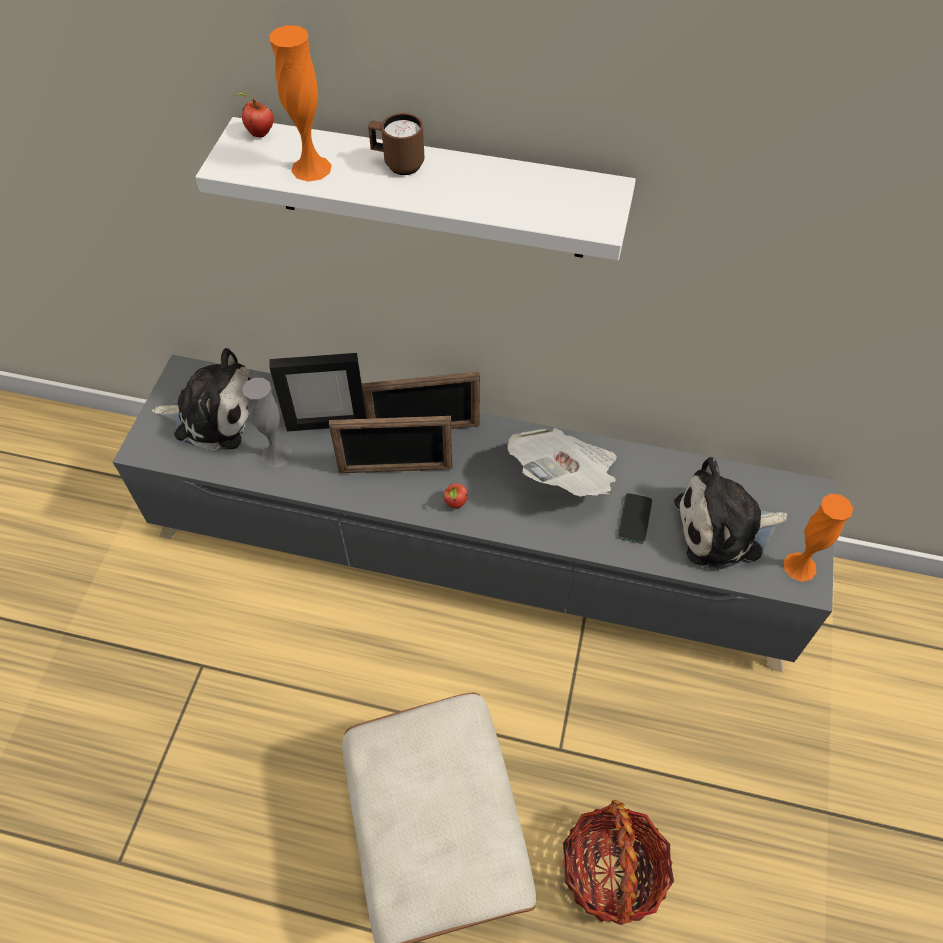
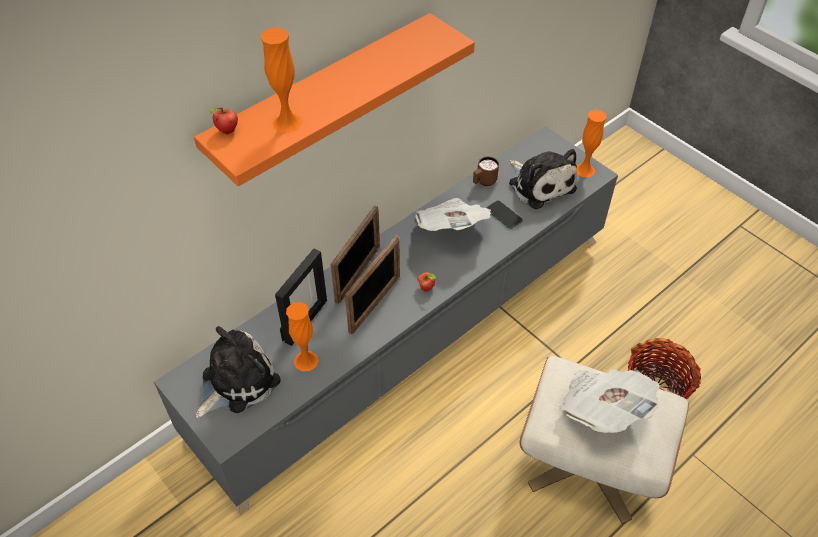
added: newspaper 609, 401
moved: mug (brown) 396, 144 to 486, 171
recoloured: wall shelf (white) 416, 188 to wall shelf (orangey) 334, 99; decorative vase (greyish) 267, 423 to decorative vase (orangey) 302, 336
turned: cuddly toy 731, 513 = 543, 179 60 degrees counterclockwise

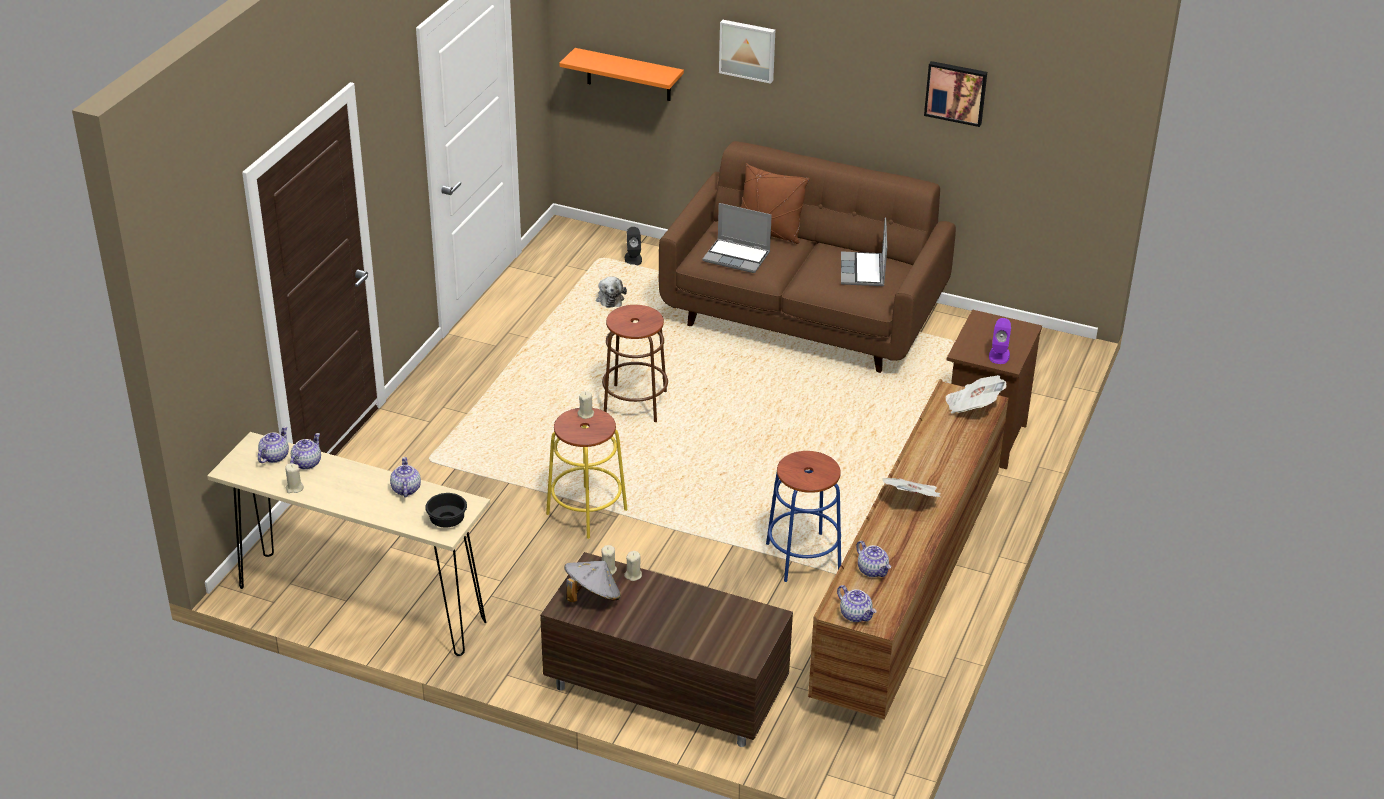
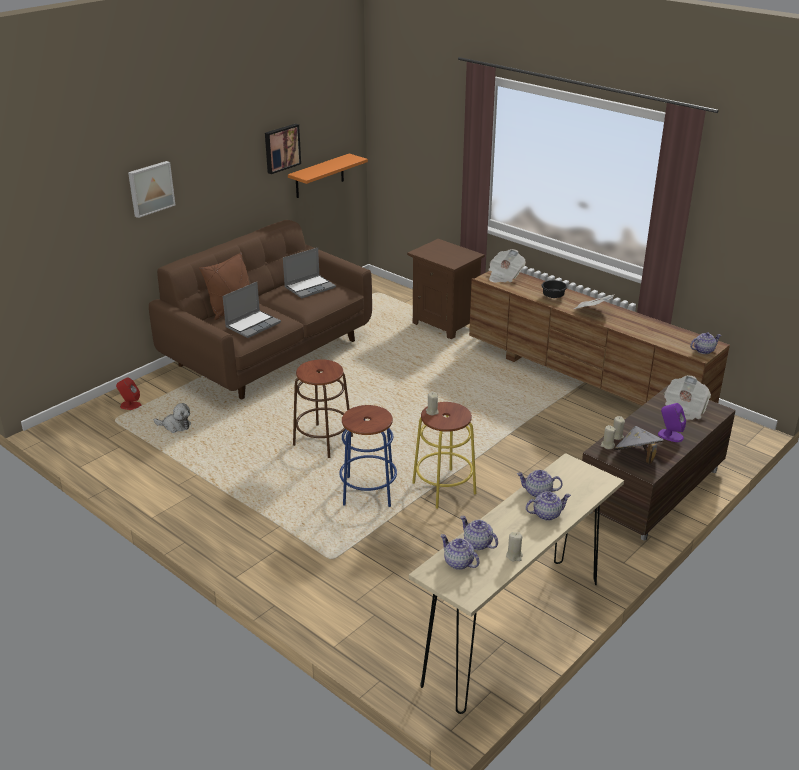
added: newspaper 687, 397
moved: wall shelf (orangey) 621, 74 to 328, 175; audio speaker (purplish) 1000, 341 to 672, 422; sitting stool (blue-coloured) 803, 516 to 368, 456; serving bowl (black) 446, 510 to 554, 289; tea pot 873, 559 to 548, 506
recoloured: audio speaker (black) 633, 246 to audio speaker (reddish) 128, 393
turned: portable computer 864, 252 = 309, 273 60 degrees counterclockwise

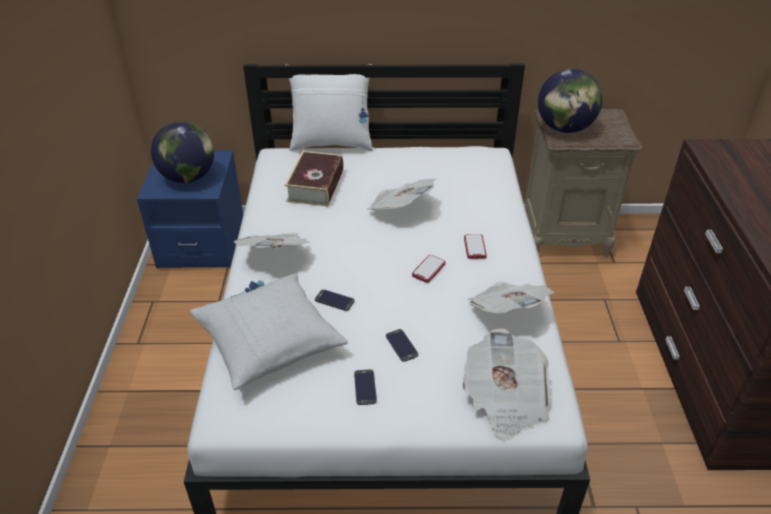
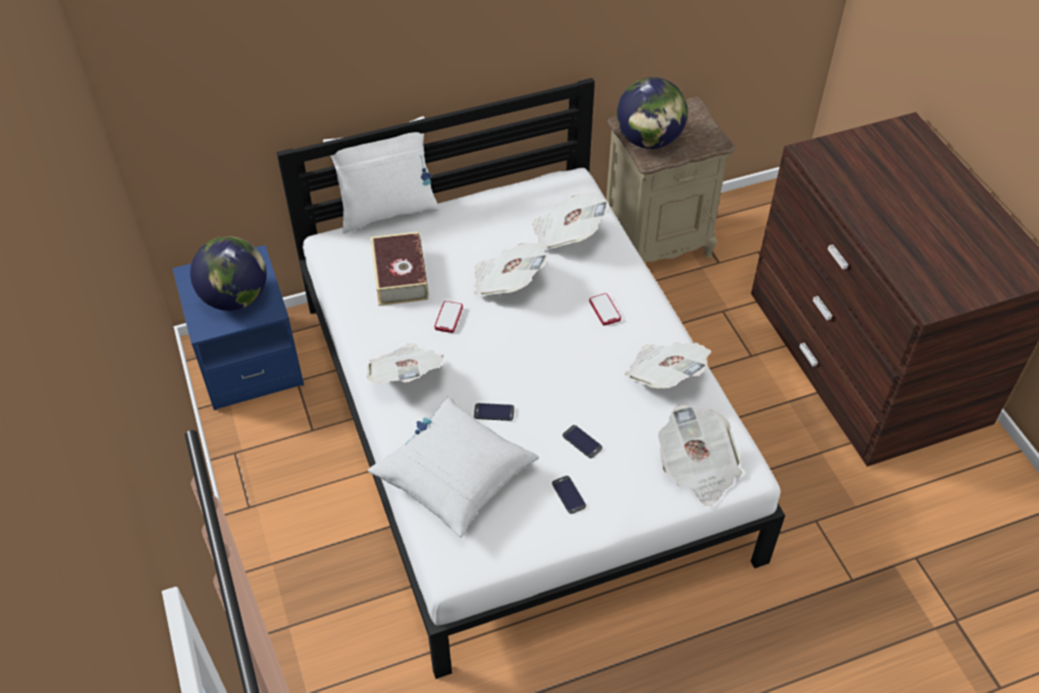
added: newspaper 570, 220
moved: phone 429, 269 to 448, 317

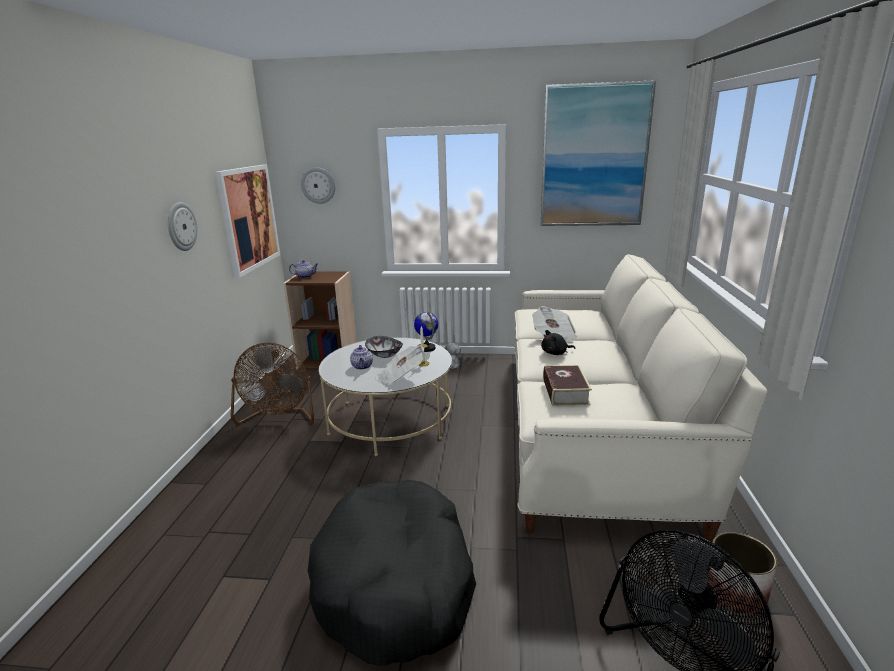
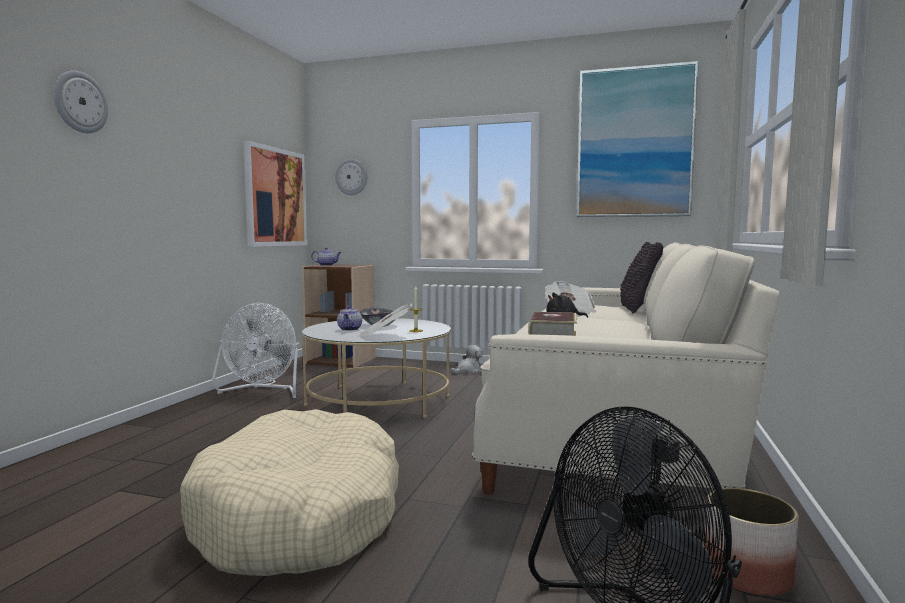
removed: world globe 426, 332
added: pillow (black) 641, 277
moved: hanging clock 183, 226 to 80, 101
recoloured: fan (brown) 272, 384 to fan (white) 256, 350; pet bed (black) 392, 573 to pet bed (beige-coloured) 289, 492

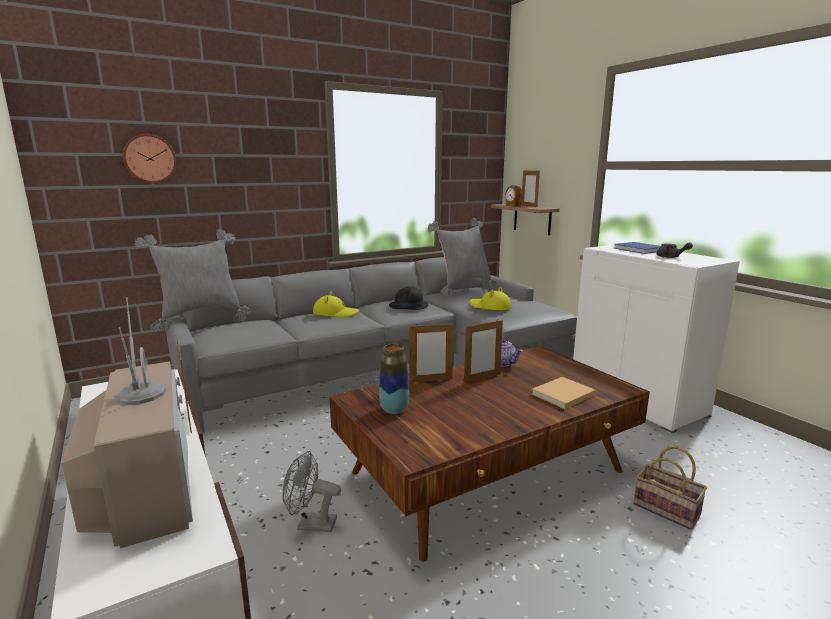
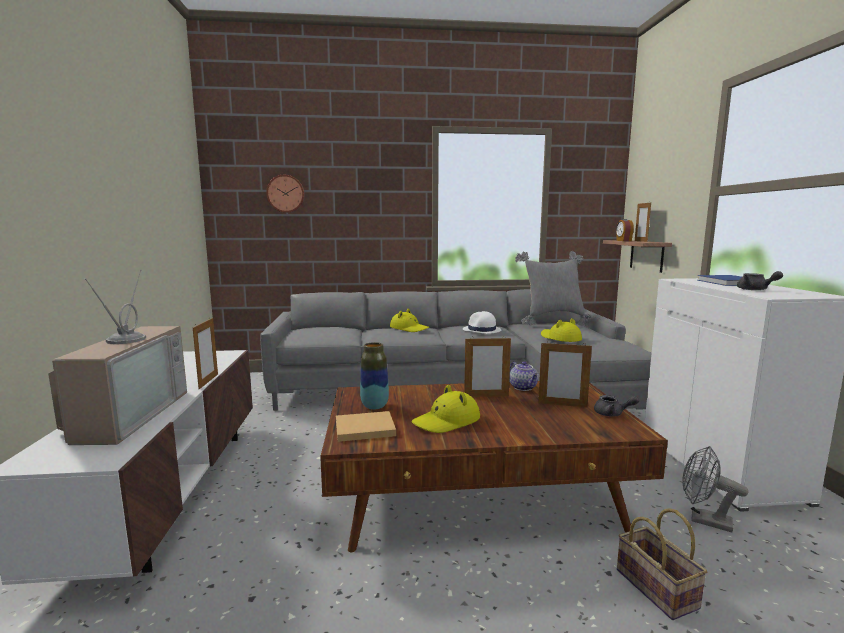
removed: pillow (greyish) 192, 280
added: hat (yellowish) 446, 409; tea pot (greyish) 616, 406
moved: photo frame 431, 353 to 565, 374; bound book (beige-coloured) 564, 393 to 366, 426; fan (greyish) 311, 491 to 715, 489
recoloured: hat (black) 409, 298 to hat (white) 482, 322

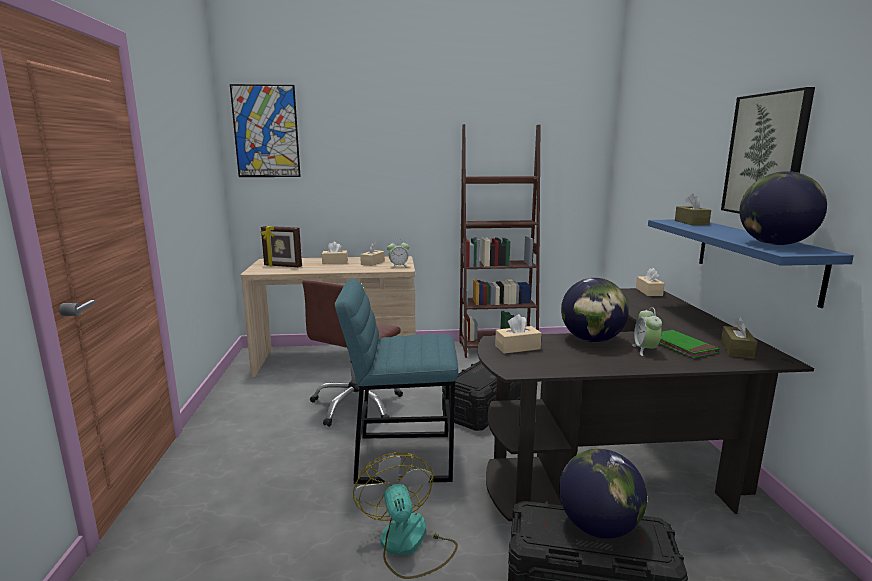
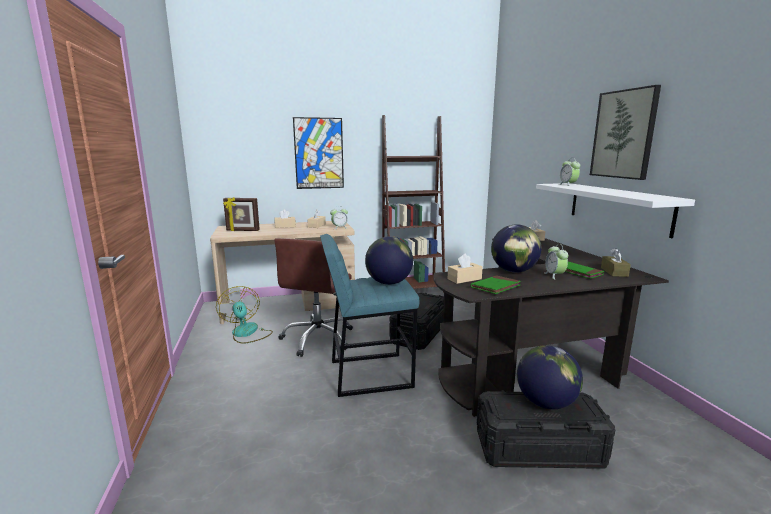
added: bound book (greenish) 496, 284
moved: wall picture 265, 130 to 318, 153; world globe 783, 208 to 389, 261; fan 405, 515 to 244, 315
replaced: tissue box (brown) 693, 209 to bedside clock 569, 172
recoloured: wall shelf (blue-coloured) 751, 264 to wall shelf (white) 615, 210

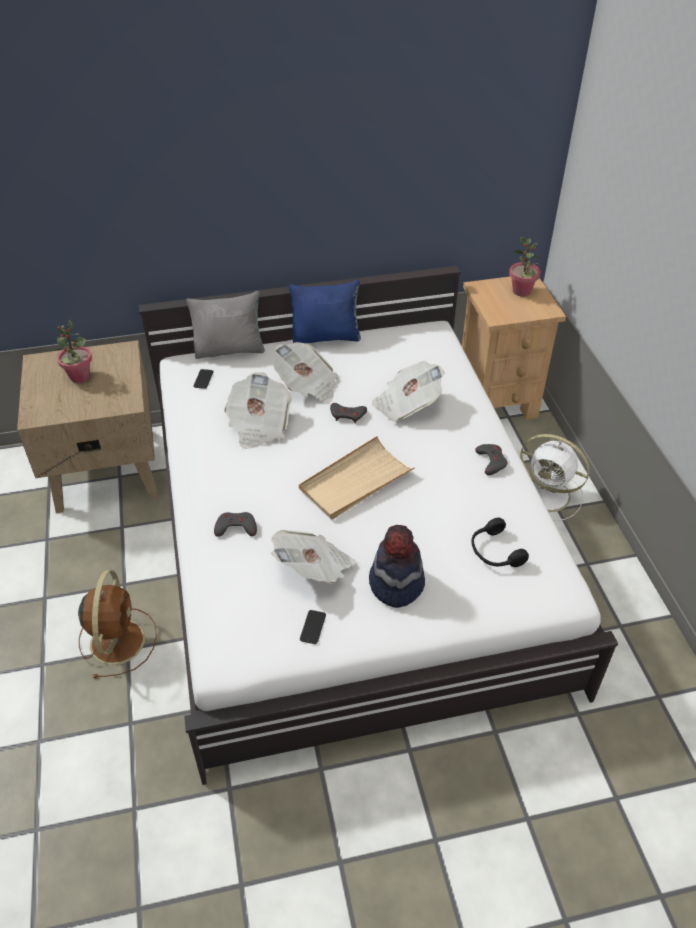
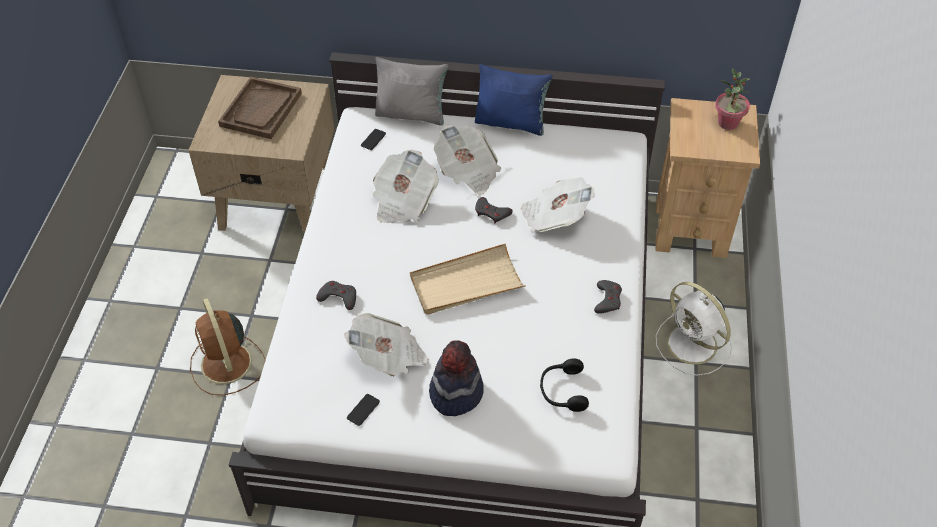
replaced: plant in a pot 73, 351 to serving tray (brown) 260, 108
turned: fan (brown) 117, 624 = 227, 346 135 degrees clockwise

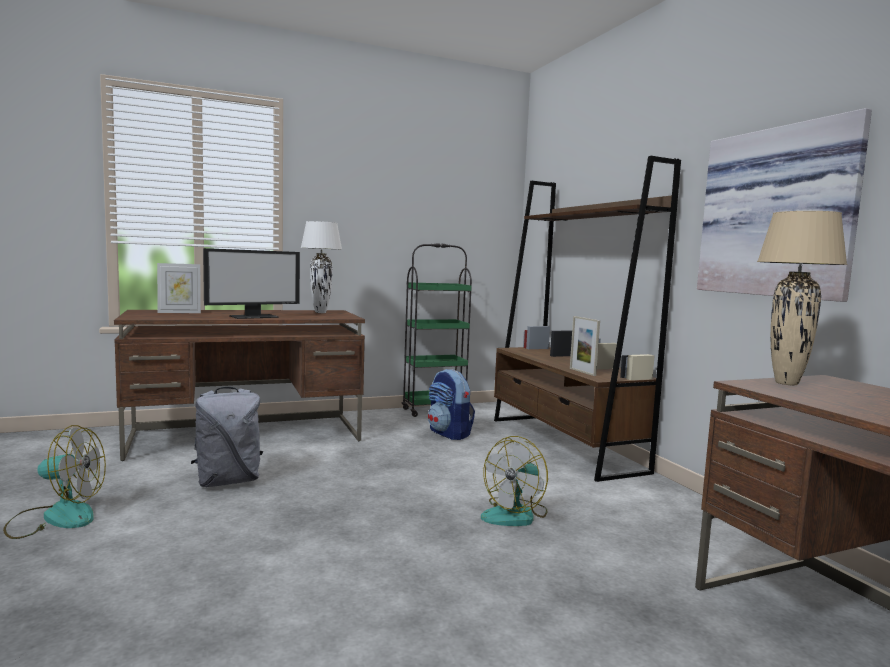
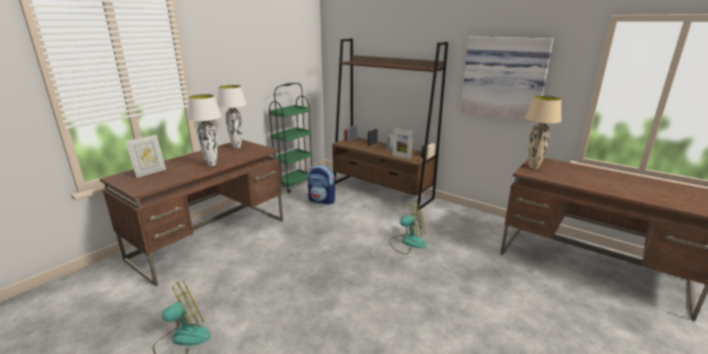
removed: knapsack (greyish) 227, 437
replaced: computer screen 251, 283 to tabletop lamp (white) 204, 130
turned: fan 514, 481 = 408, 227 105 degrees counterclockwise

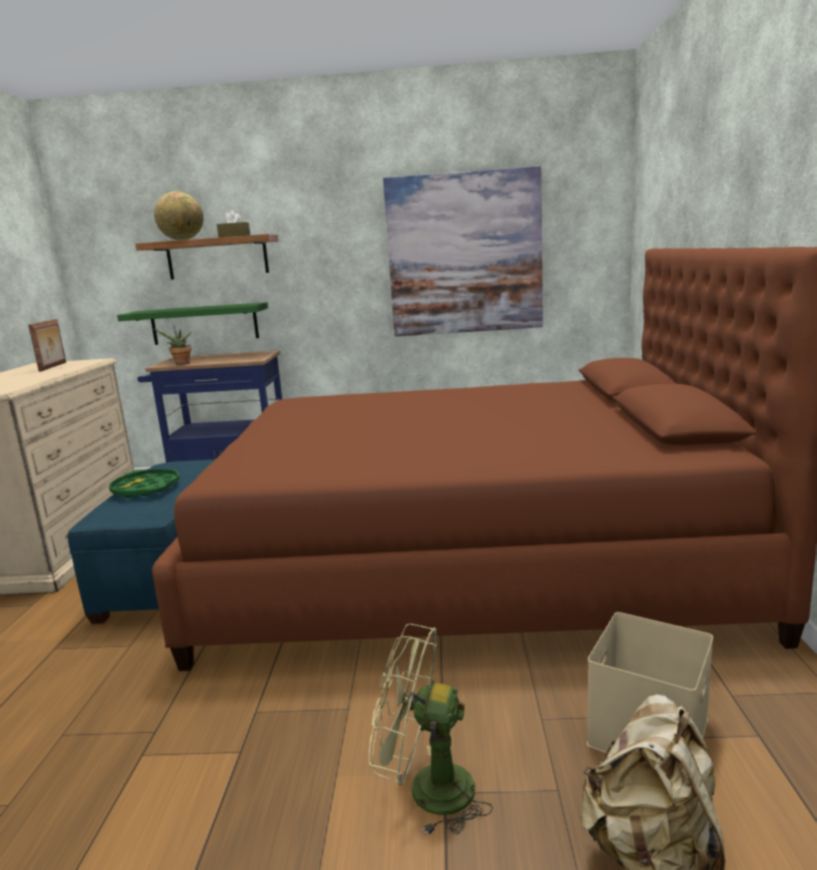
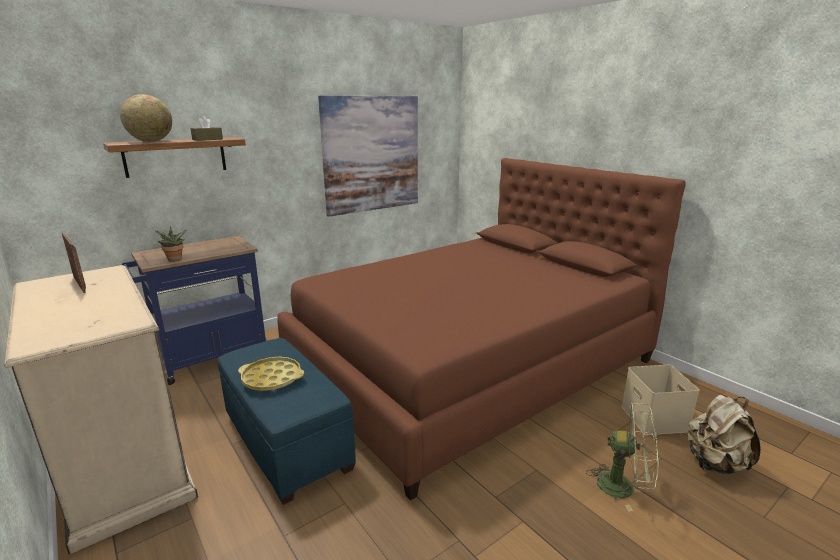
removed: wall shelf (greenish) 192, 323
recoloured: serving tray (greenish) 144, 483 to serving tray (yellowish) 271, 374
turned: fan (greenish) 431, 729 = 622, 457 135 degrees counterclockwise

